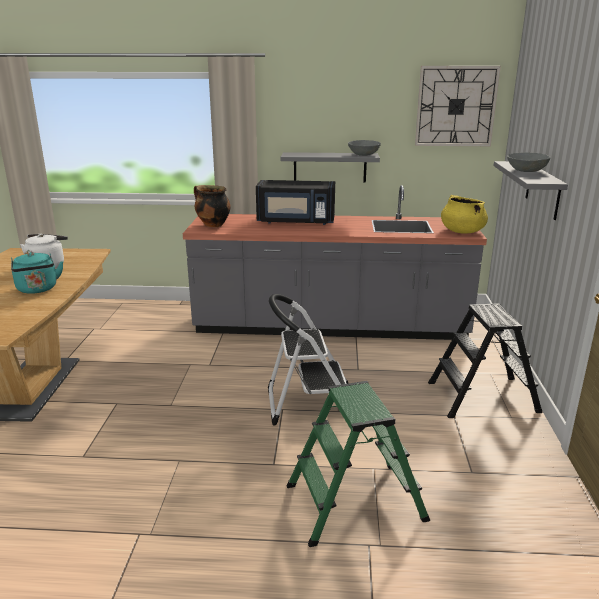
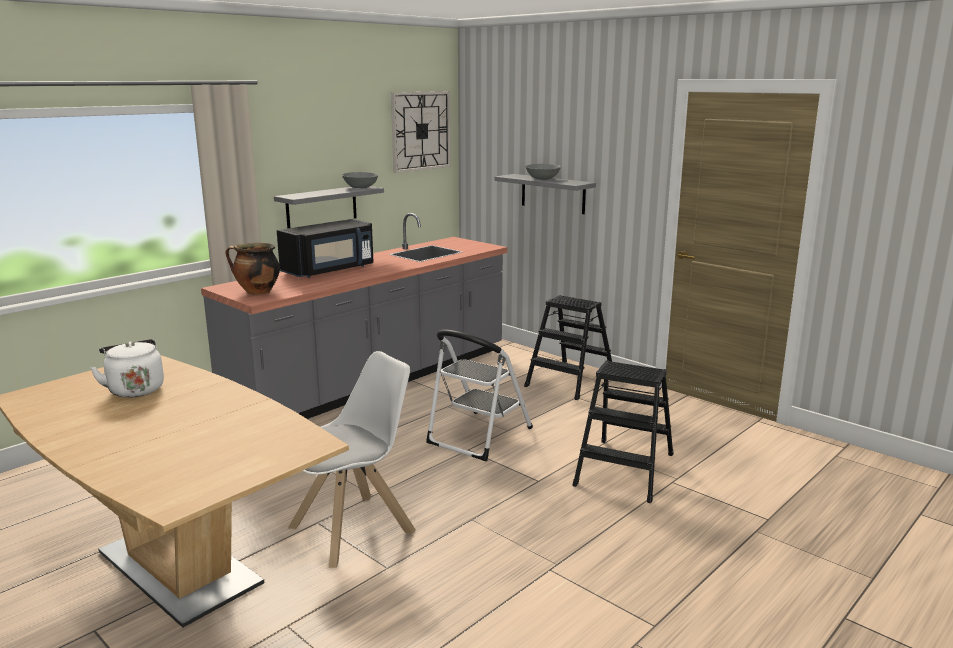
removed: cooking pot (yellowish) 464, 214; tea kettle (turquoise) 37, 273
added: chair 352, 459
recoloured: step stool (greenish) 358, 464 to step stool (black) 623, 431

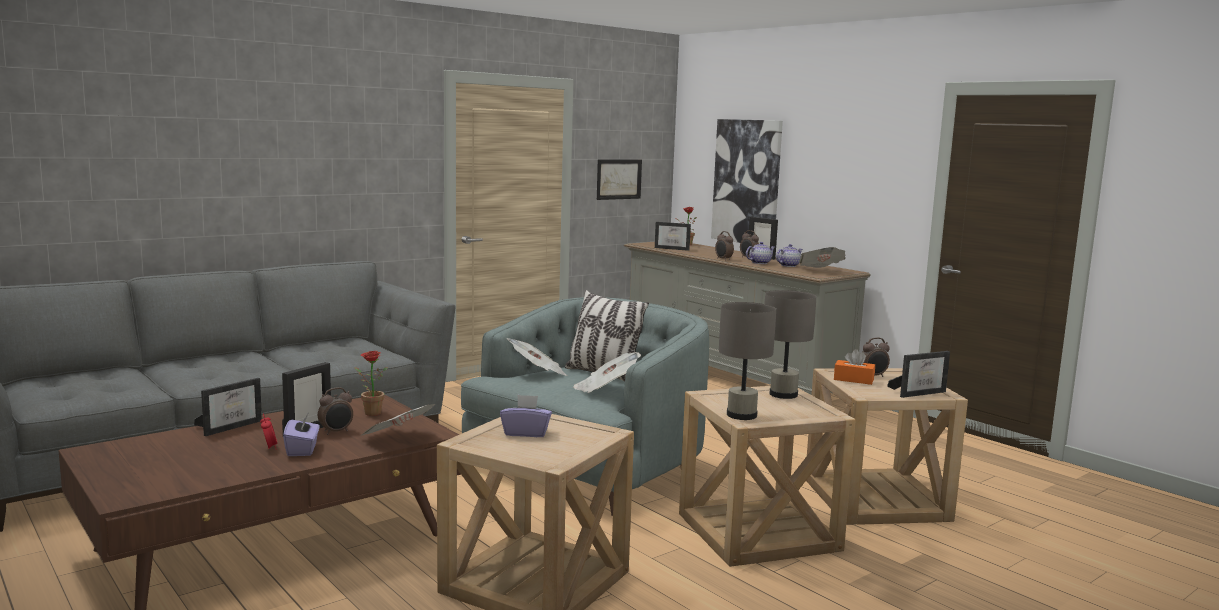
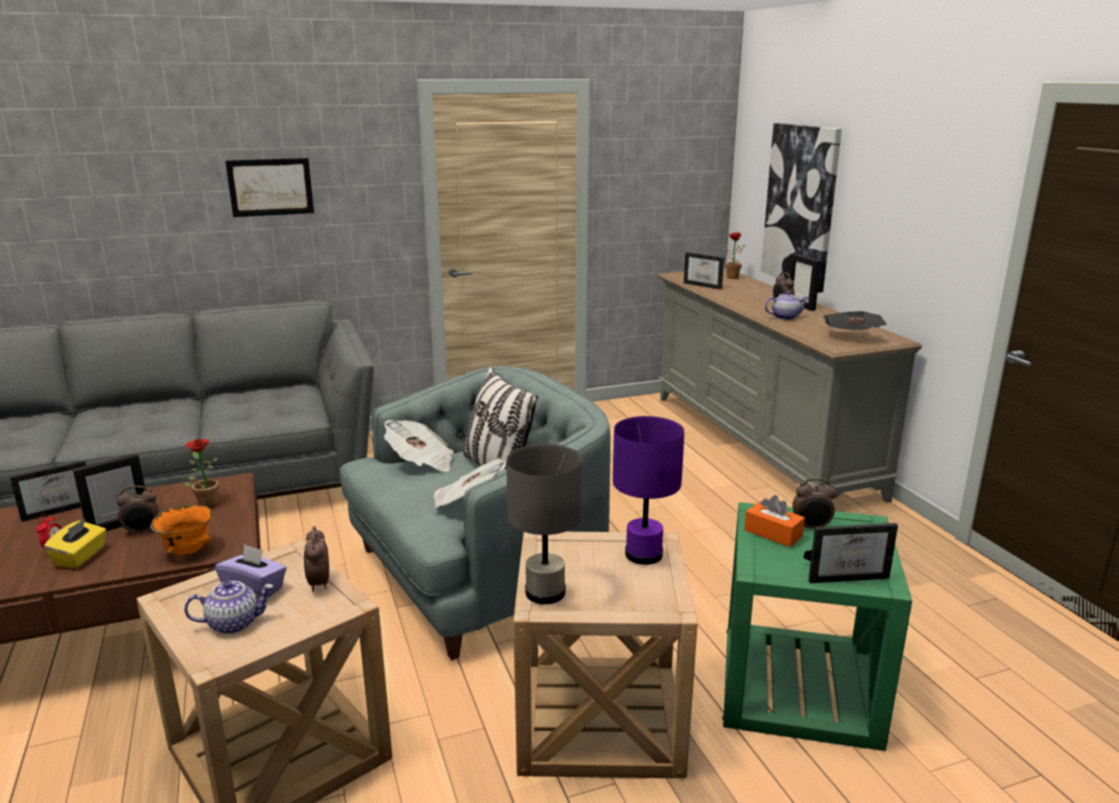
moved: wall picture 619, 179 to 270, 187; bedside clock 724, 246 to 316, 559; tea pot 789, 255 to 228, 607
replaced: newspaper 397, 420 to serving bowl (orangey) 181, 529
recoloured: tabletop lamp (greyish) 790, 344 to tabletop lamp (purplish) 648, 490; side table (beige-coloured) 887, 446 to side table (greenish) 817, 626; tissue box (purplish) 301, 435 to tissue box (yellowish) 75, 543

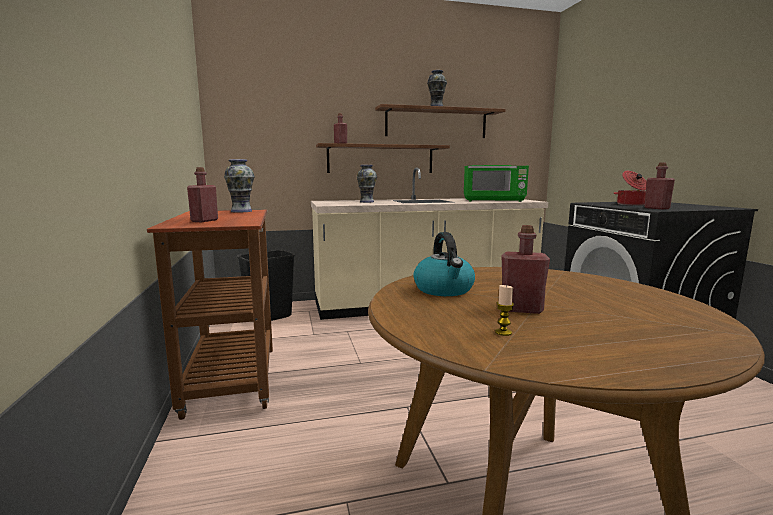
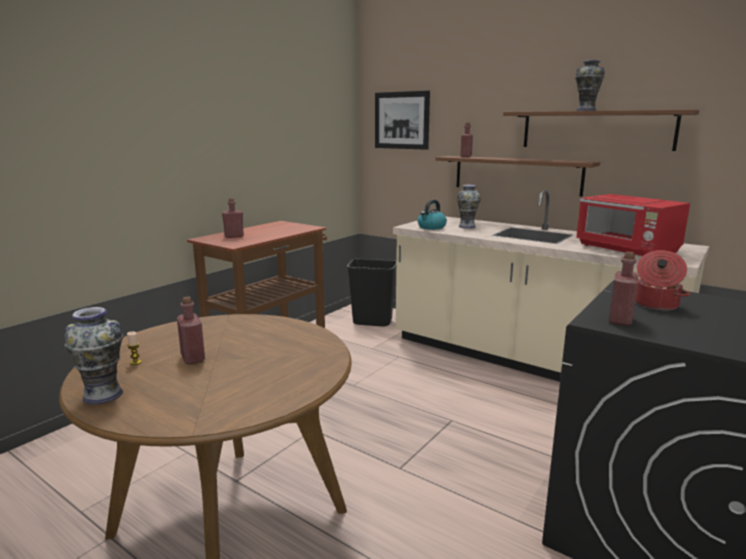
added: wall picture 402, 120
moved: decorative vase 239, 185 to 93, 356; tea kettle 444, 264 to 432, 215
recoloured: microwave (greenish) 496, 183 to microwave (reddish) 633, 225

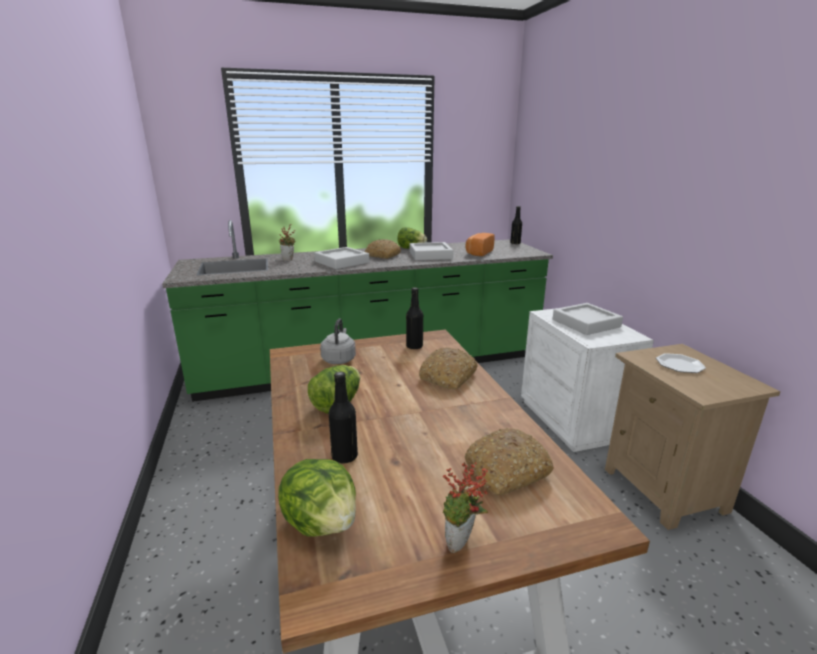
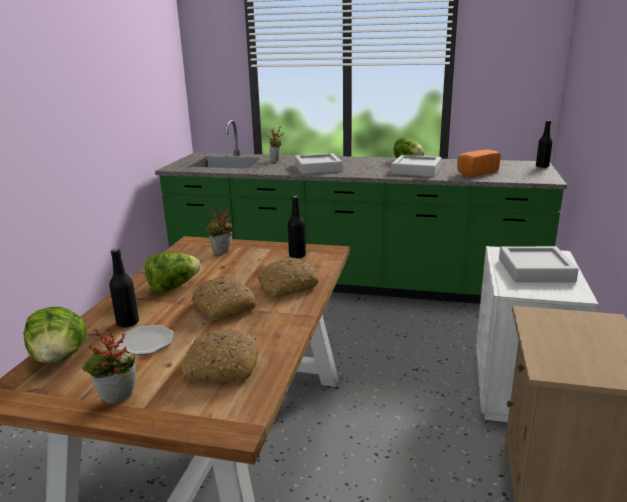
moved: bread 383, 249 to 224, 298; dinner plate 681, 363 to 144, 340
replaced: tea kettle (greyish) 338, 341 to plant in a pot 219, 231

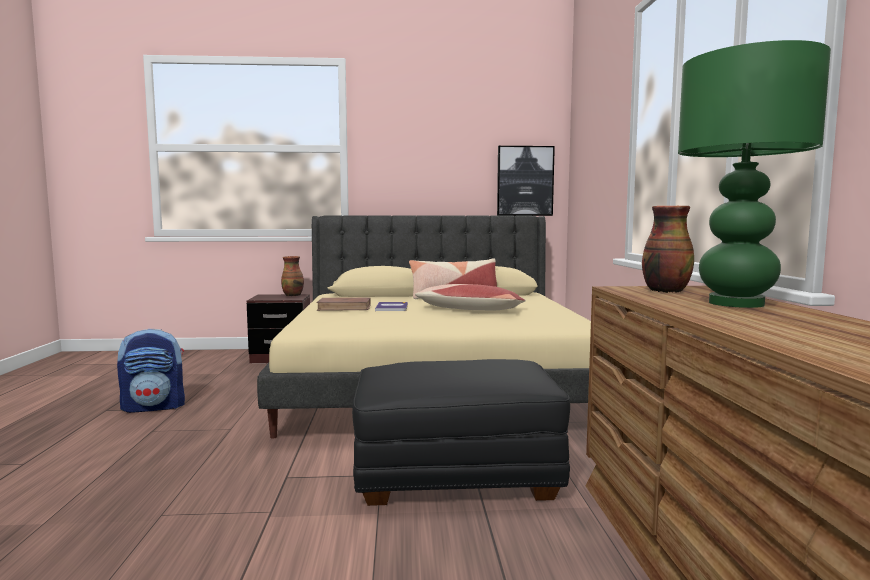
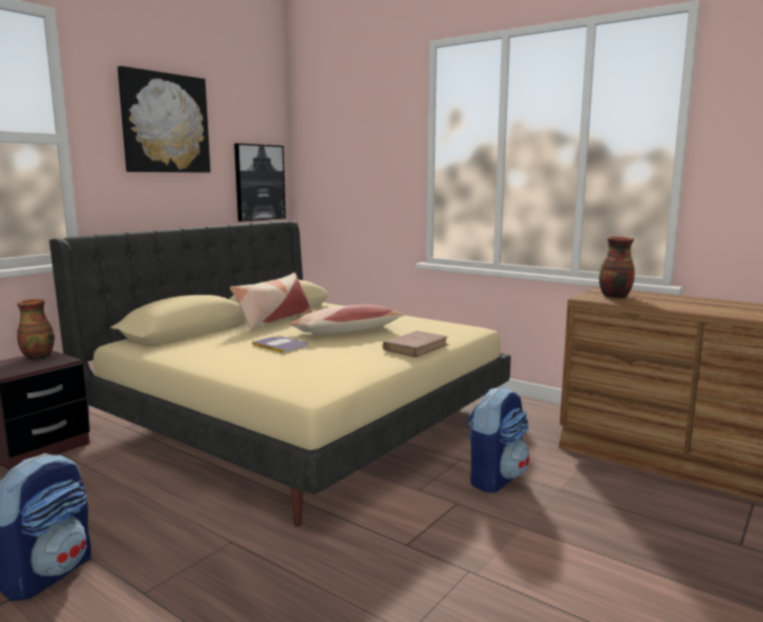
removed: tabletop lamp (greenish) 754, 174
added: wall picture 164, 119
moved: bound book (brown) 343, 304 to 415, 344
replaced: ottoman (black) 461, 432 to knapsack 498, 439

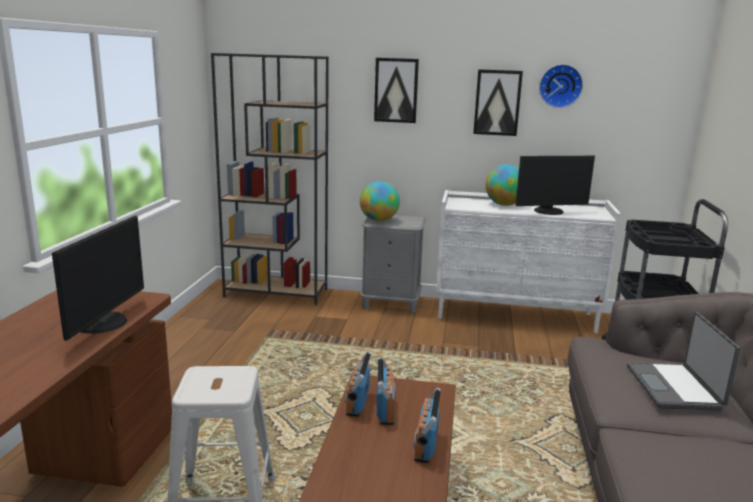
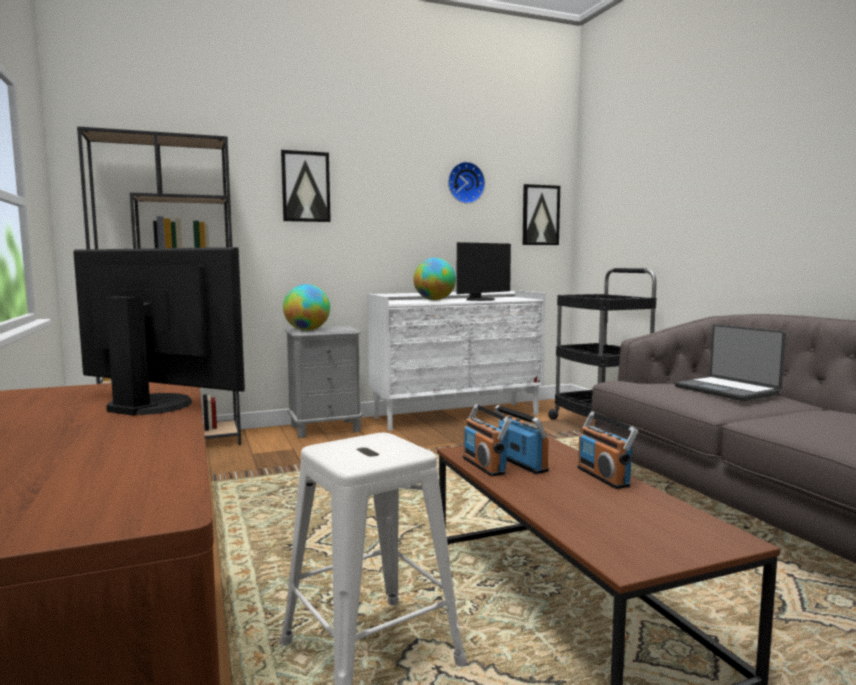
moved: wall picture 498, 102 to 541, 214
turned: computer screen 98, 278 = 159, 331 45 degrees counterclockwise

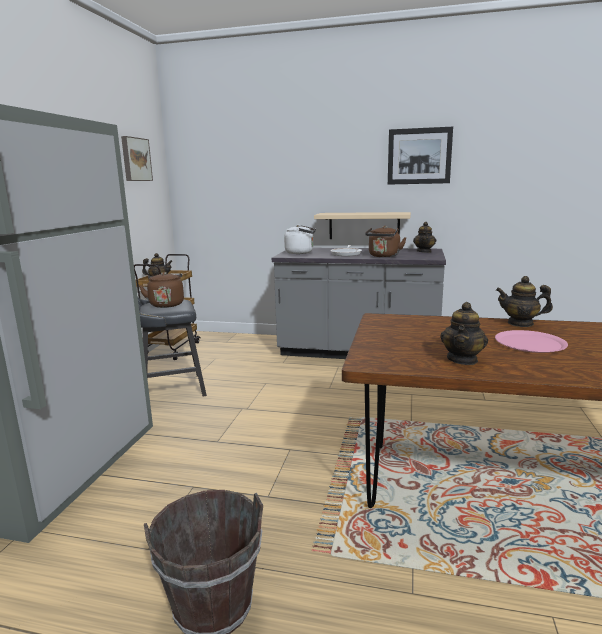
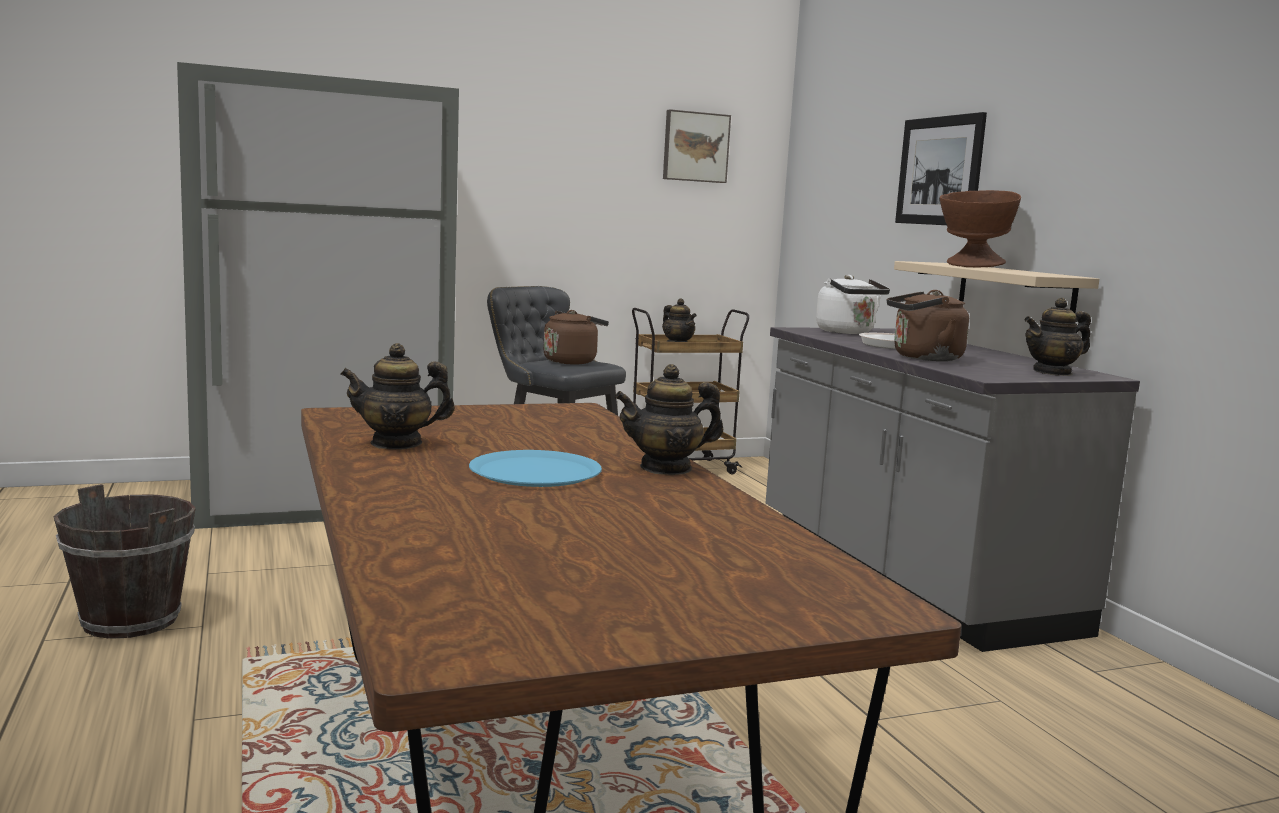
added: serving bowl (brown) 980, 228
moved: wall picture 420, 156 to 941, 168
recoloured: dinner plate (pinkish) 531, 341 to dinner plate (blue-coloured) 535, 468
turned: tea pot 524, 301 = 669, 419 90 degrees counterclockwise

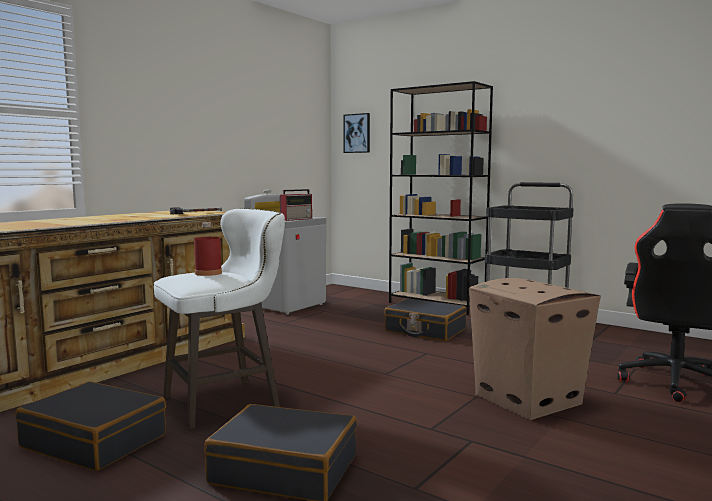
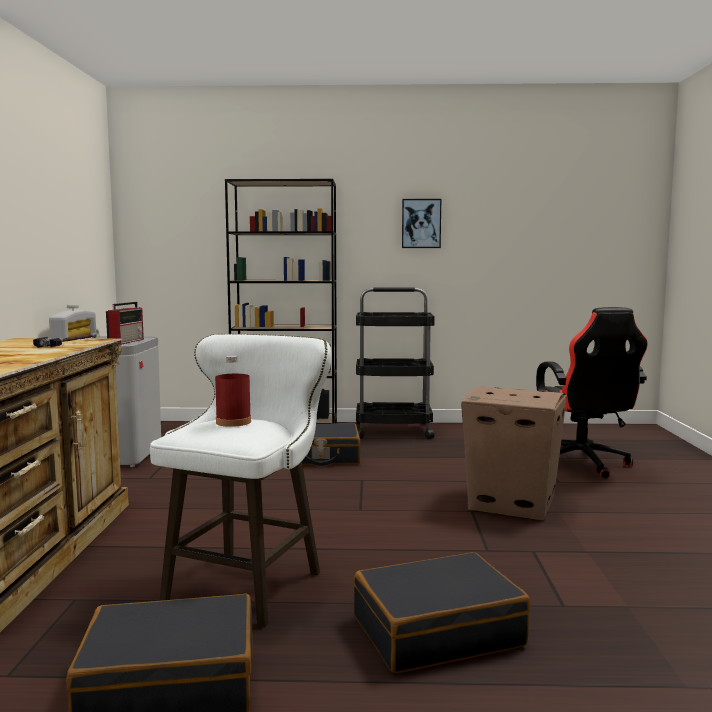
moved: wall picture 356, 133 to 421, 223

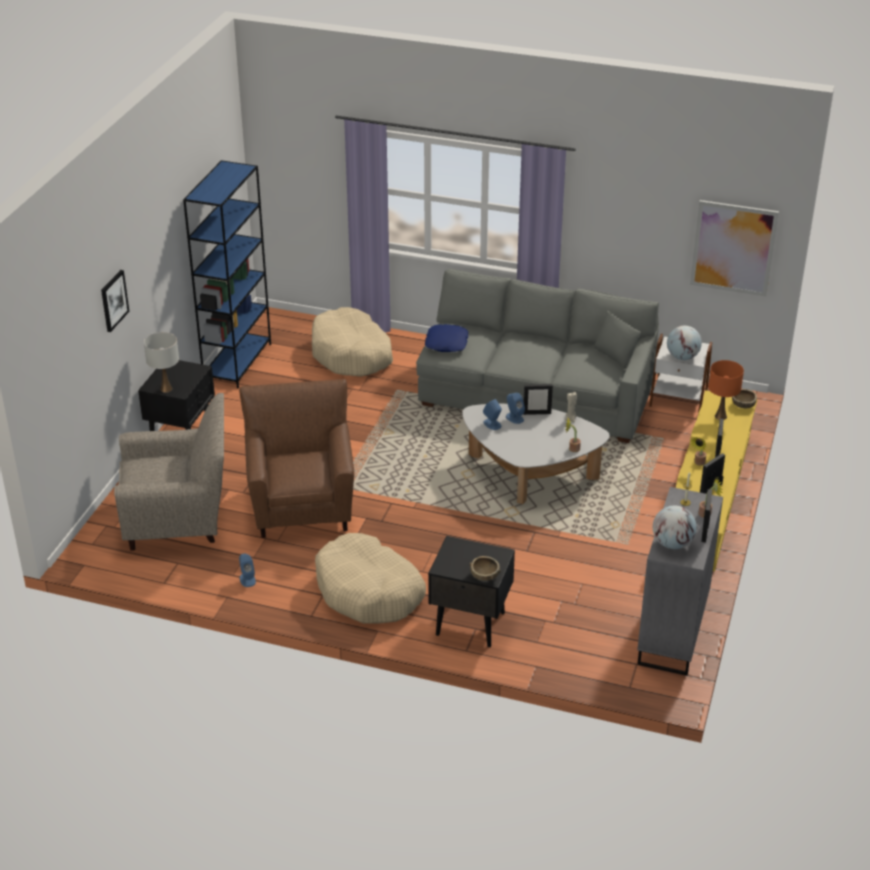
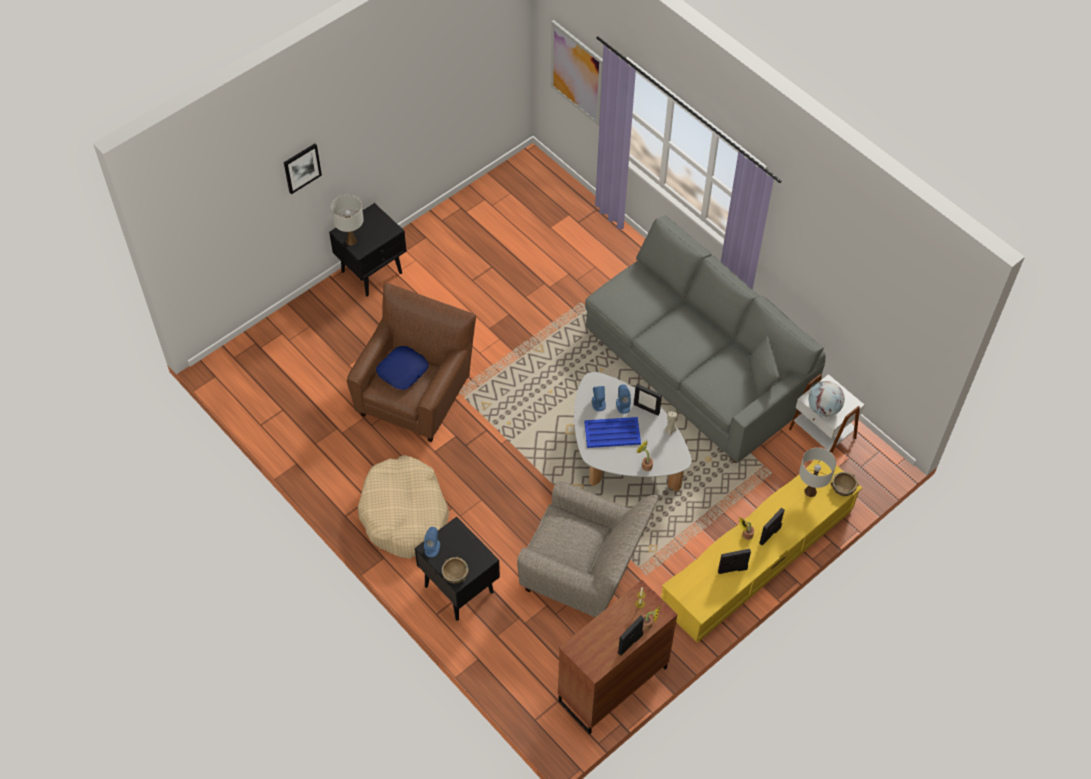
removed: shelving unit (blue-coloured) 227, 274; pet bed (beige-coloured) 352, 342; world globe 675, 527
added: serving tray (blue-coloured) 612, 432
moved: wall picture 734, 248 to 577, 73; pillow (blue-coloured) 446, 338 to 402, 368; armchair (beige-coloured) 169, 472 to 588, 549; audio speaker (blue-coloured) 247, 570 to 432, 542
recoloured: tabletop lamp (orangey) 726, 390 to tabletop lamp (white) 817, 472; drawer chest (greyish) 680, 581 to drawer chest (brown) 617, 657

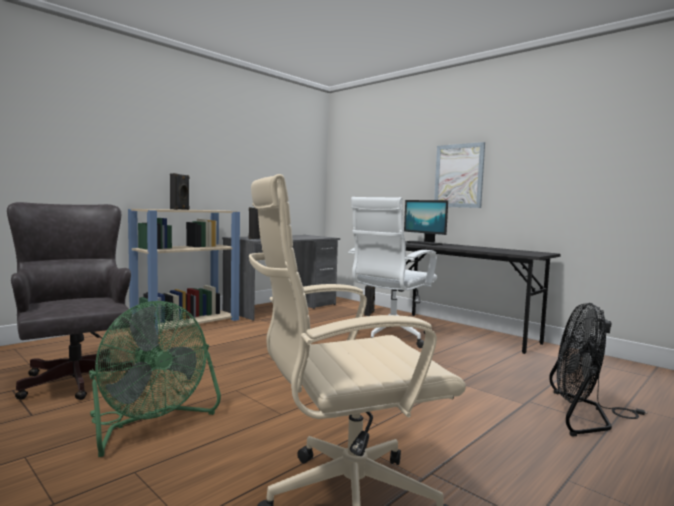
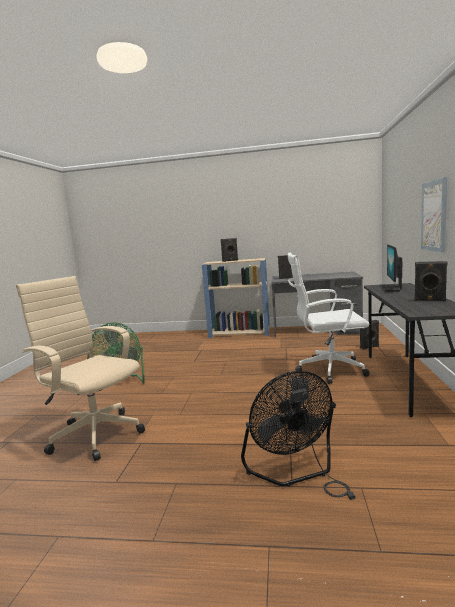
removed: office chair (greyish) 70, 301
added: audio speaker (black) 431, 281

